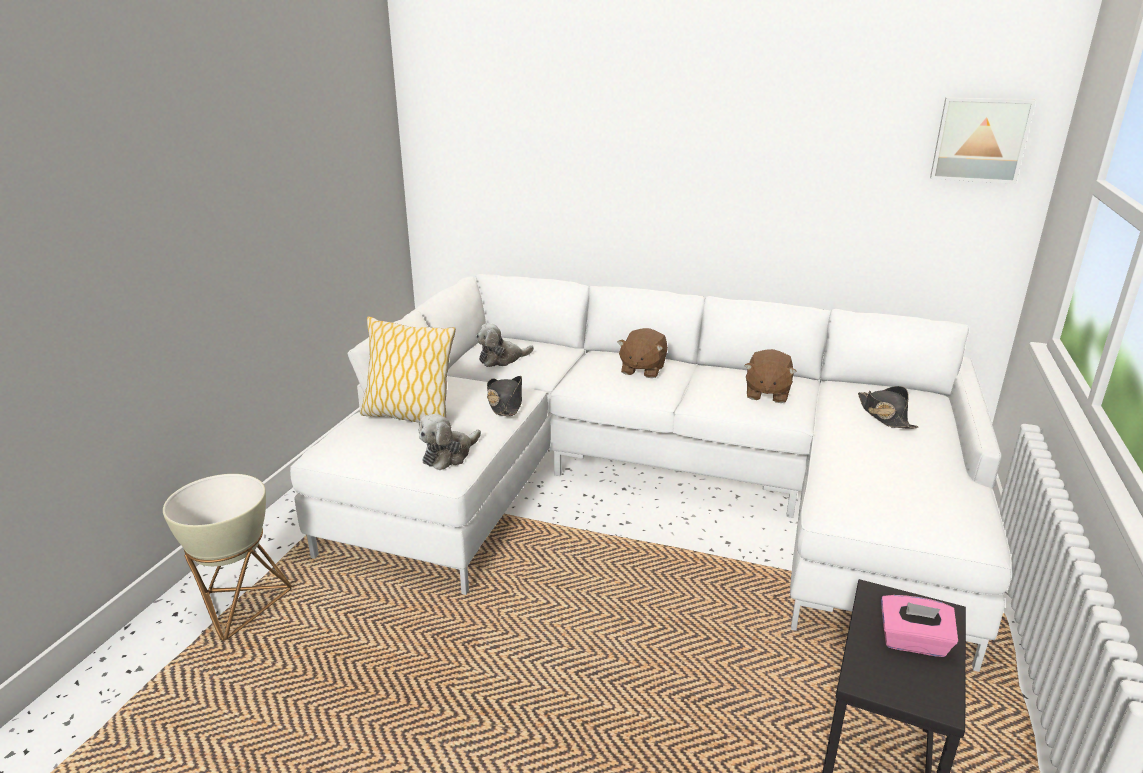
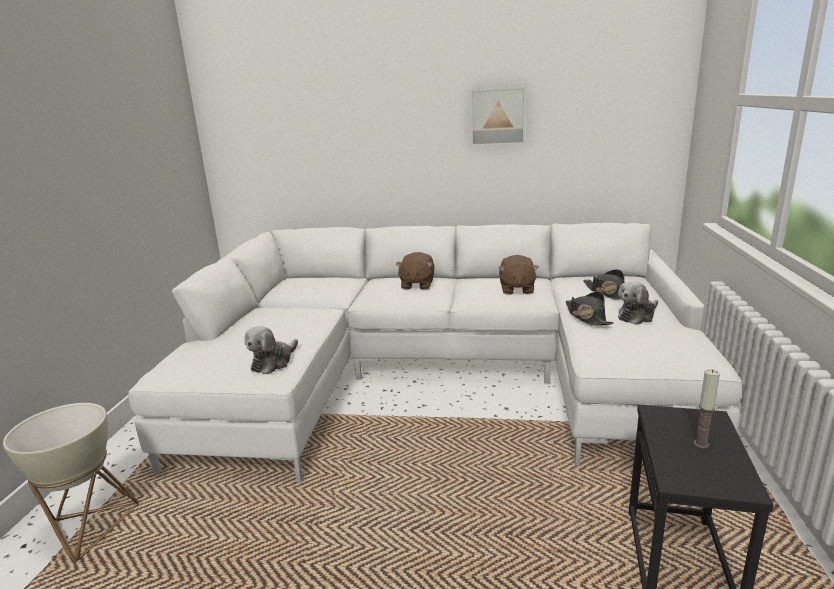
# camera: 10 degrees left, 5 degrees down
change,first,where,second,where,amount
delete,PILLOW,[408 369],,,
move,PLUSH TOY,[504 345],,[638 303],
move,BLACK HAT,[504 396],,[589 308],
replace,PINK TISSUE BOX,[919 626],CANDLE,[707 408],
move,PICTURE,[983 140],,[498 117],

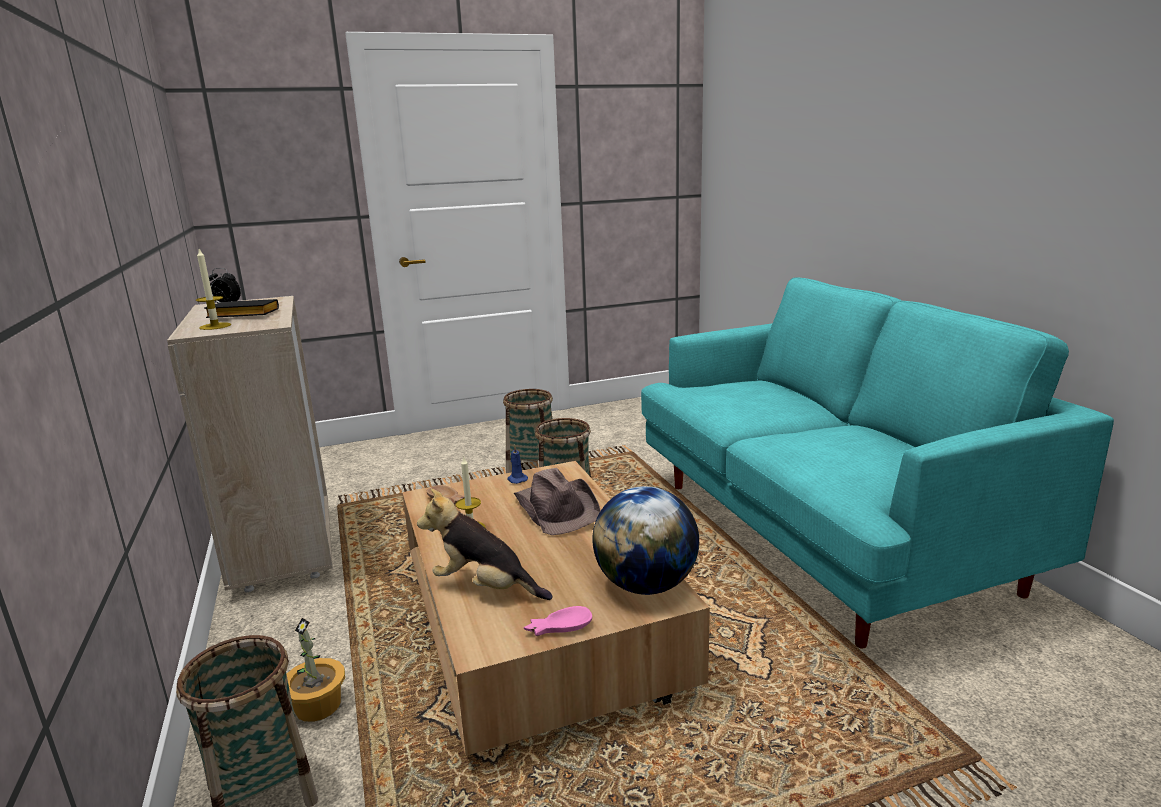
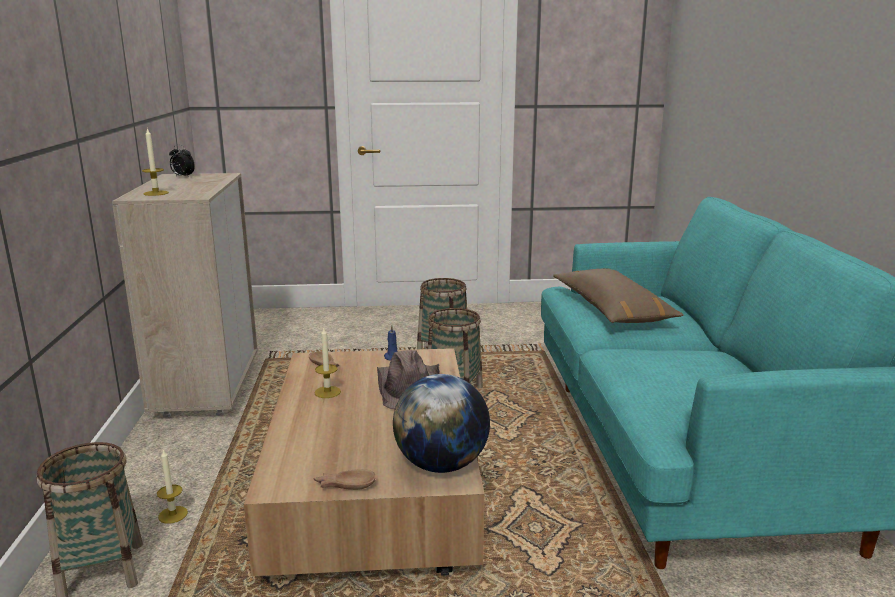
# camera: 15 degrees right, 0 degrees up
change,first,where,second,where,amount
delete,BLACK BOOK,[241 308],,,
replace,POTTED PLANT,[316 670],CANDLE,[172 486],
delete,PLUSH TOY,[485 544],,,
recolor,PINK BOWL,[557 621],BROWN BOWL,[344 479],
insert,,,BROWN PILLOW,[618 295],

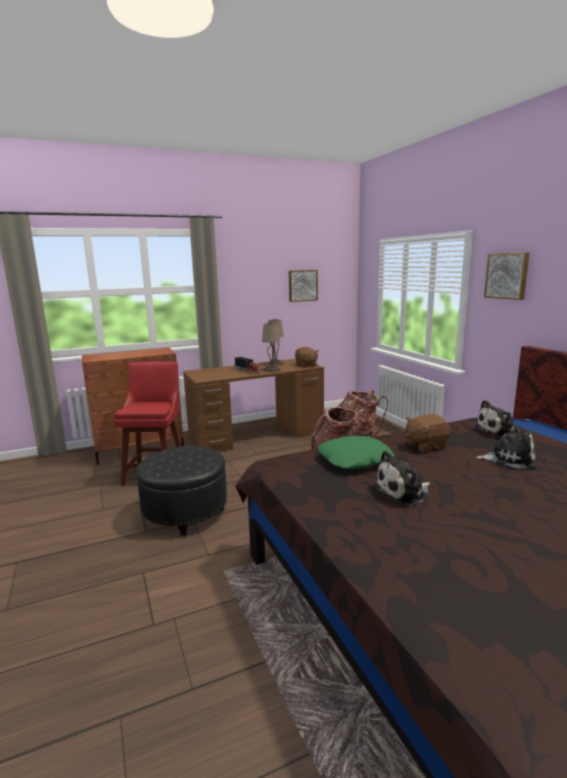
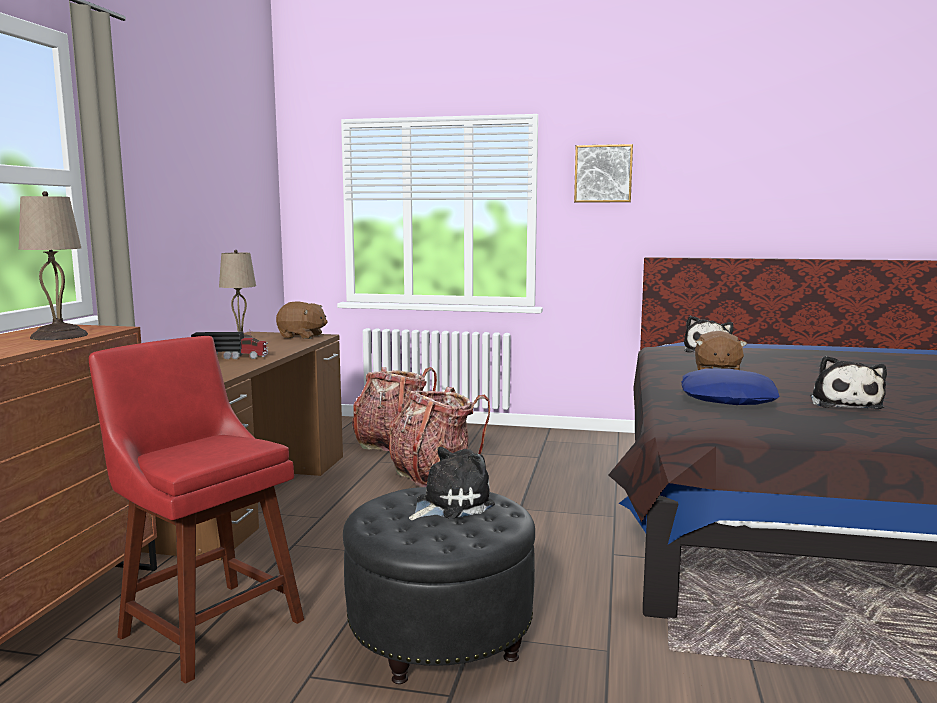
# camera: 55 degrees left, 5 degrees down
change,first,where,second,where,amount
move,BEIGE TABLE LAMP,[271 347],,[53 265],
delete,PICTURE,[303 286],,,
recolor,GREEN PILLOW,[356 452],BLUE PILLOW,[730 387],
move,PLUSH TOY,[506 447],,[452 483],

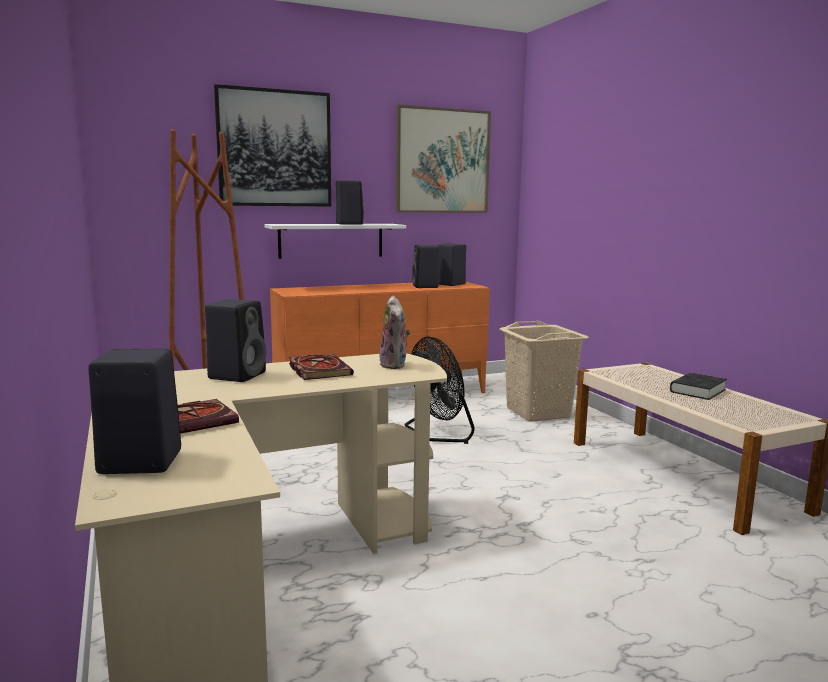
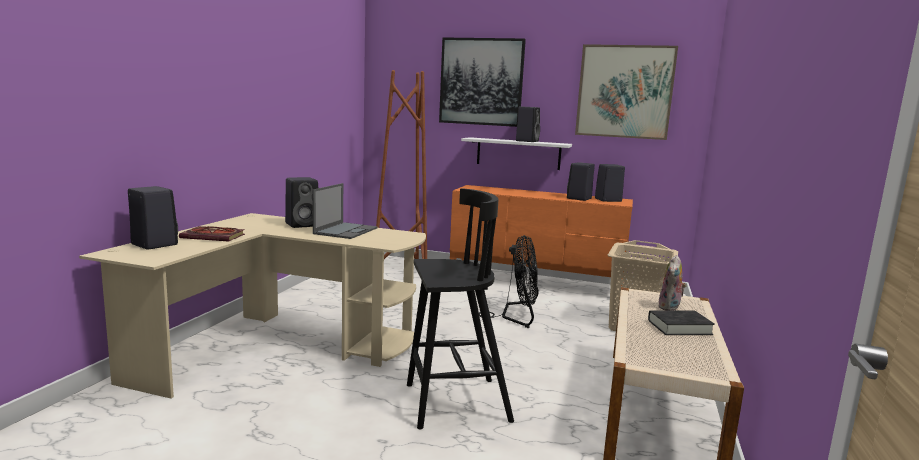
# camera: 40 degrees right, 0 degrees up
change,first,where,second,where,amount
replace,BOOK,[321 367],LAPTOP,[345 211],
move,PLUSH TOY,[395 332],,[672 282],
insert,,,BLACK STOOL,[460 309],

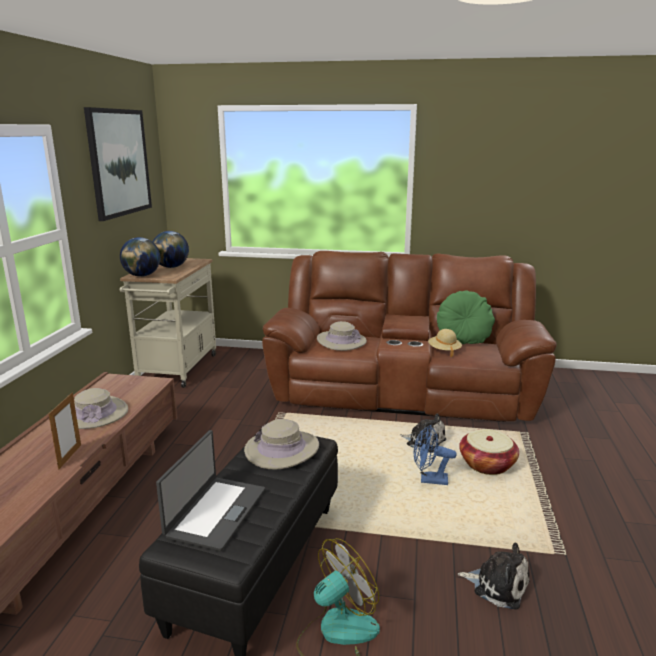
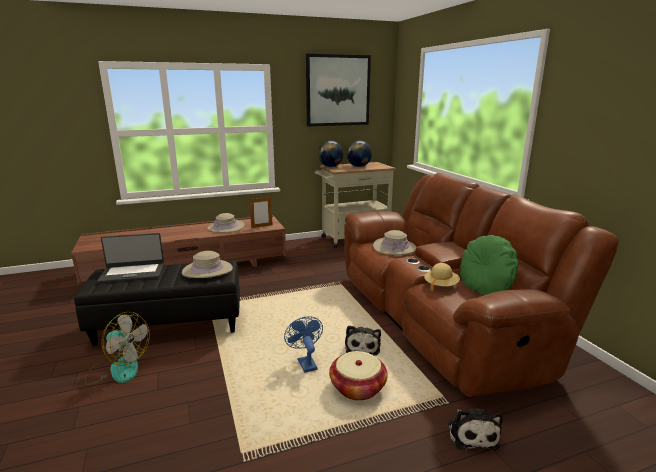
# camera: 60 degrees right, 0 degrees up
change,first,where,second,where,amount
move,PICTURE FRAME,[65 431],,[260 212],
move,PLUSH TOY,[493 576],,[475 429],

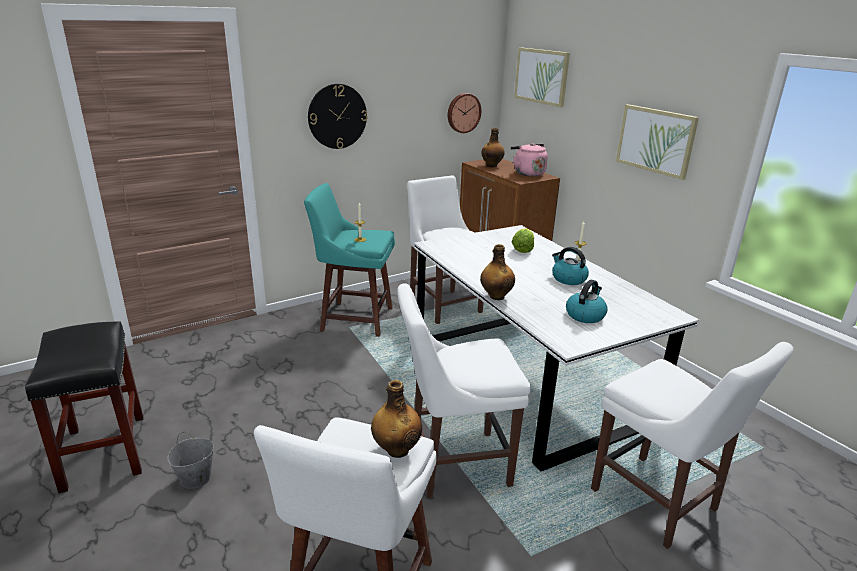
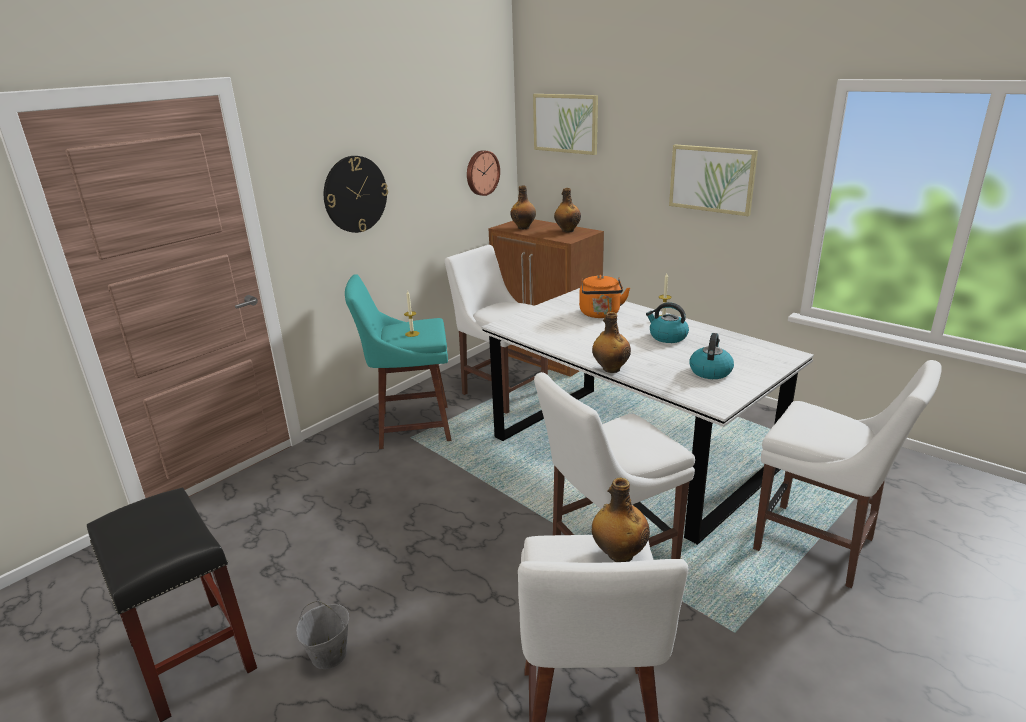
# camera: 15 degrees left, 0 degrees up
change,first,where,second,where,amount
replace,PINK KETTLE,[529 159],BOTTLE,[567 210],
replace,LETTUCE,[523 240],ORANGE KETTLE,[604 296],

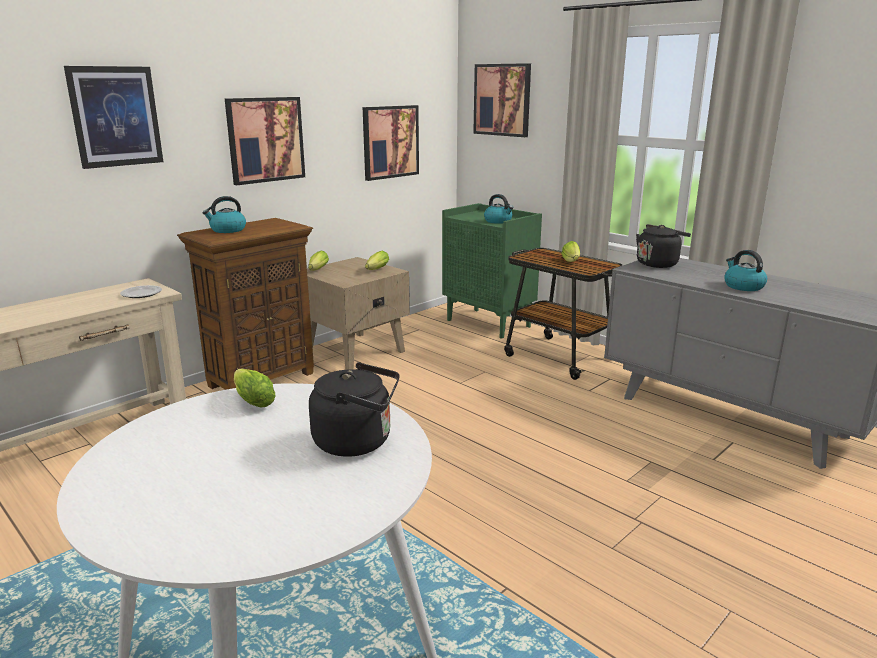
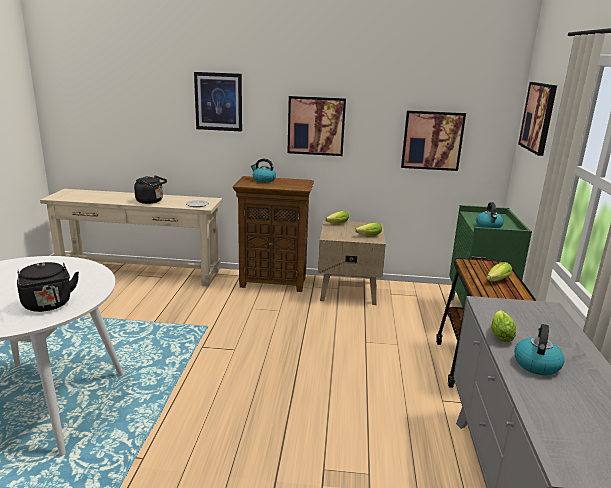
# camera: 50 degrees right, 0 degrees up
change,first,where,second,where,amount
move,LETTUCE,[254 388],,[503 326],
move,BLACK KETTLE,[663 246],,[150 189],

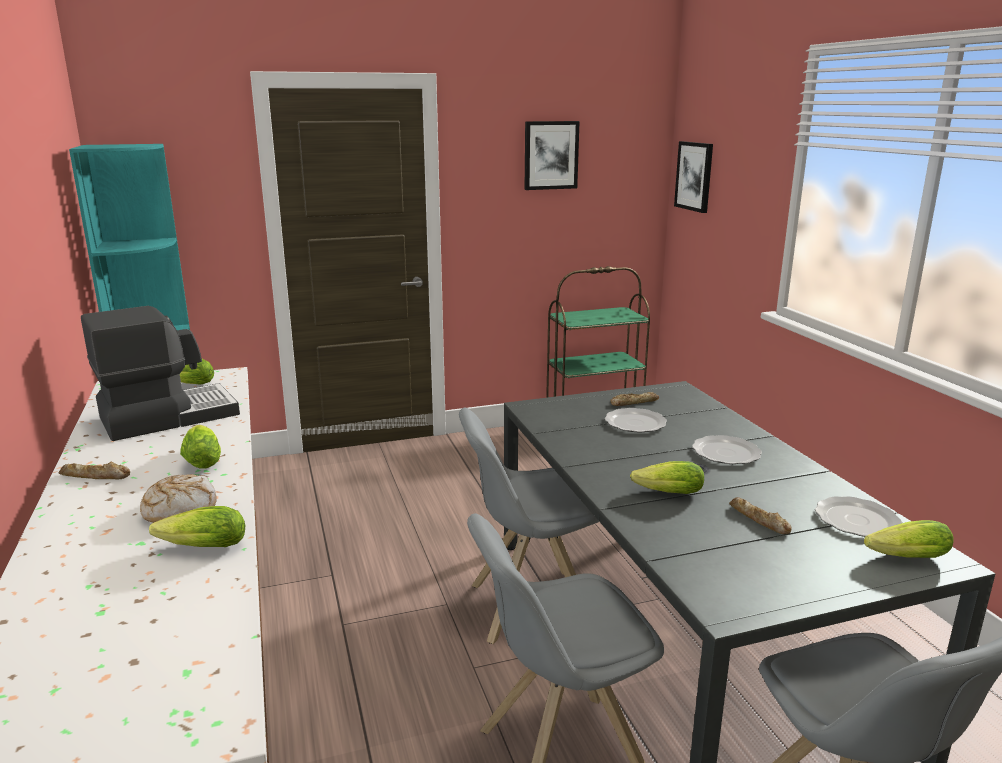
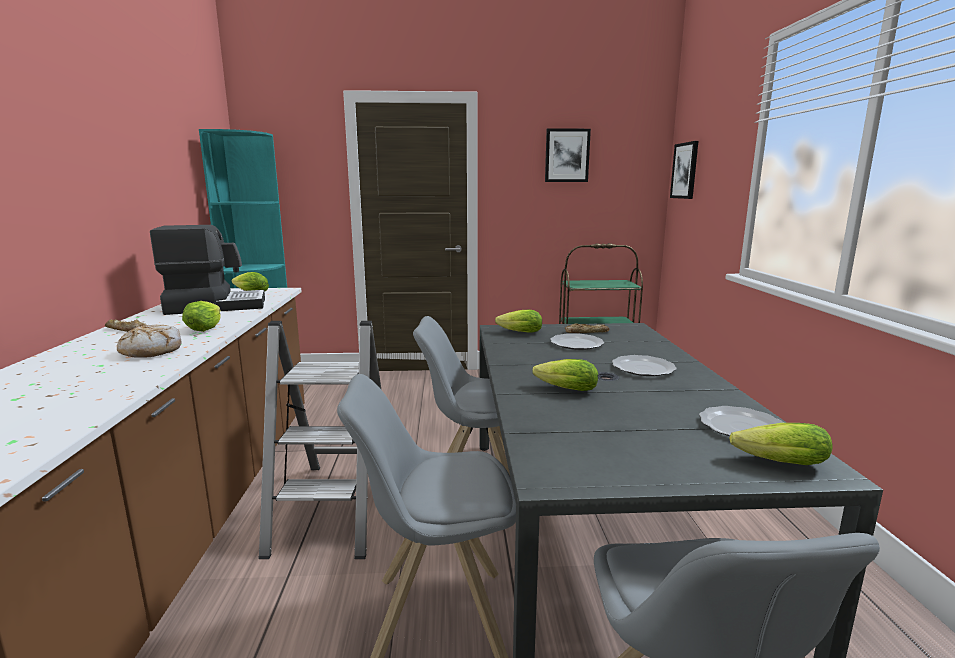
# camera: 15 degrees right, 5 degrees down
change,first,where,second,where,amount
move,LETTUCE,[197 526],,[518 321],
delete,BREAD,[760 515],,,
insert,,,GREY STEP LADDER,[319 440],

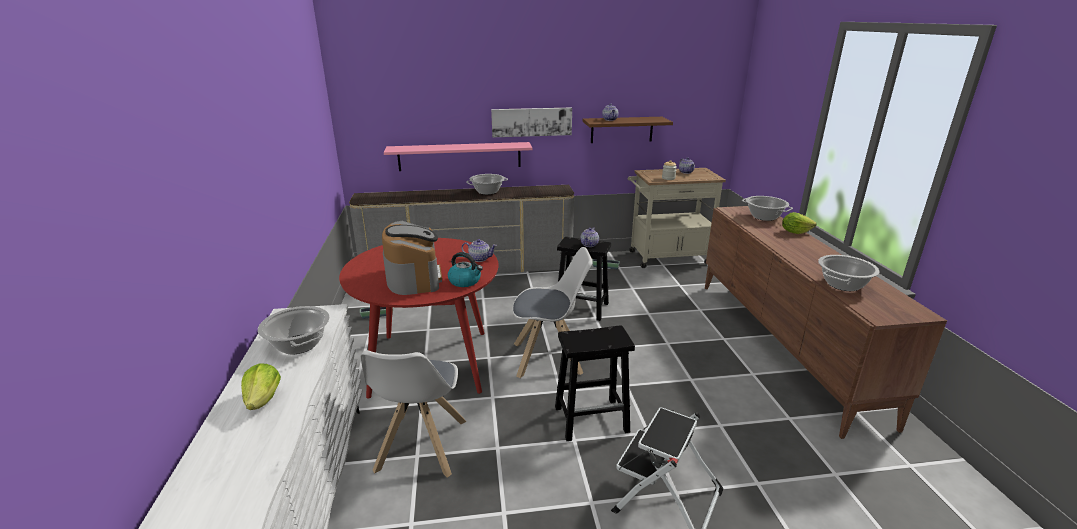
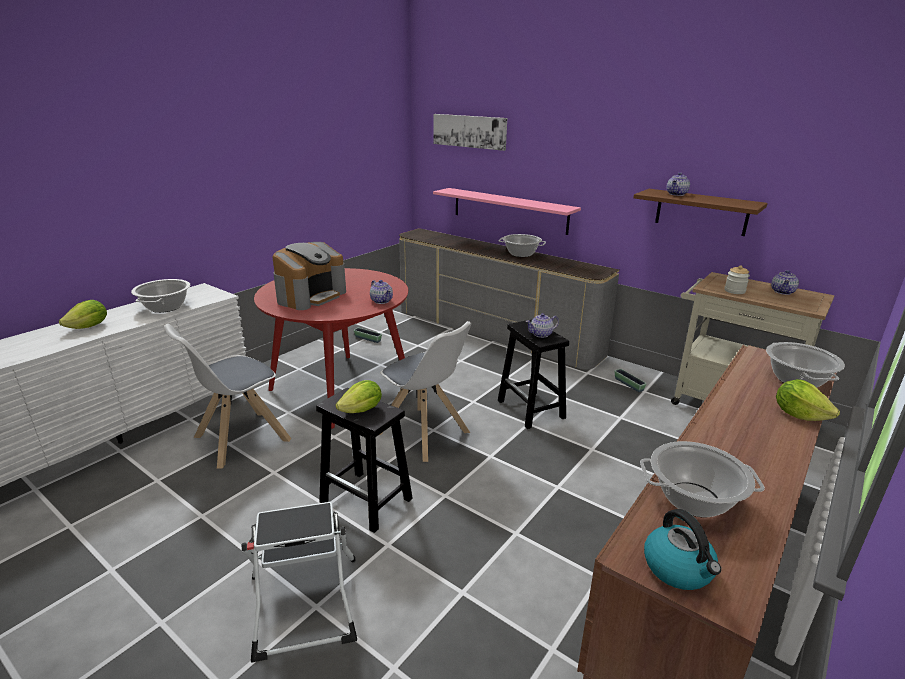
# camera: 45 degrees right, 0 degrees up
change,first,where,second,where,amount
move,KETTLE,[465 269],,[682 549],
move,PICTURE,[531 122],,[470 132],
insert,,,LETTUCE,[358 396],

